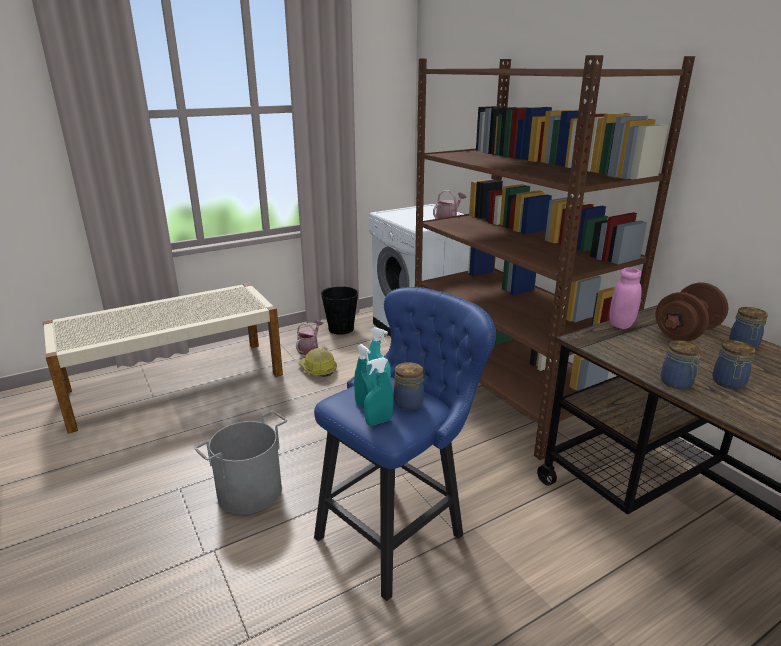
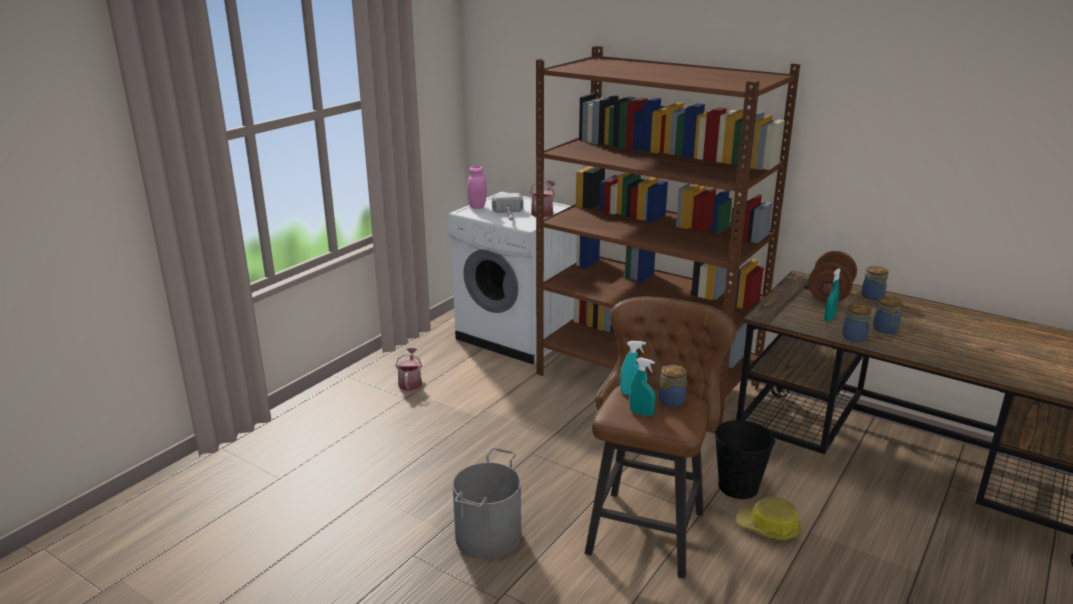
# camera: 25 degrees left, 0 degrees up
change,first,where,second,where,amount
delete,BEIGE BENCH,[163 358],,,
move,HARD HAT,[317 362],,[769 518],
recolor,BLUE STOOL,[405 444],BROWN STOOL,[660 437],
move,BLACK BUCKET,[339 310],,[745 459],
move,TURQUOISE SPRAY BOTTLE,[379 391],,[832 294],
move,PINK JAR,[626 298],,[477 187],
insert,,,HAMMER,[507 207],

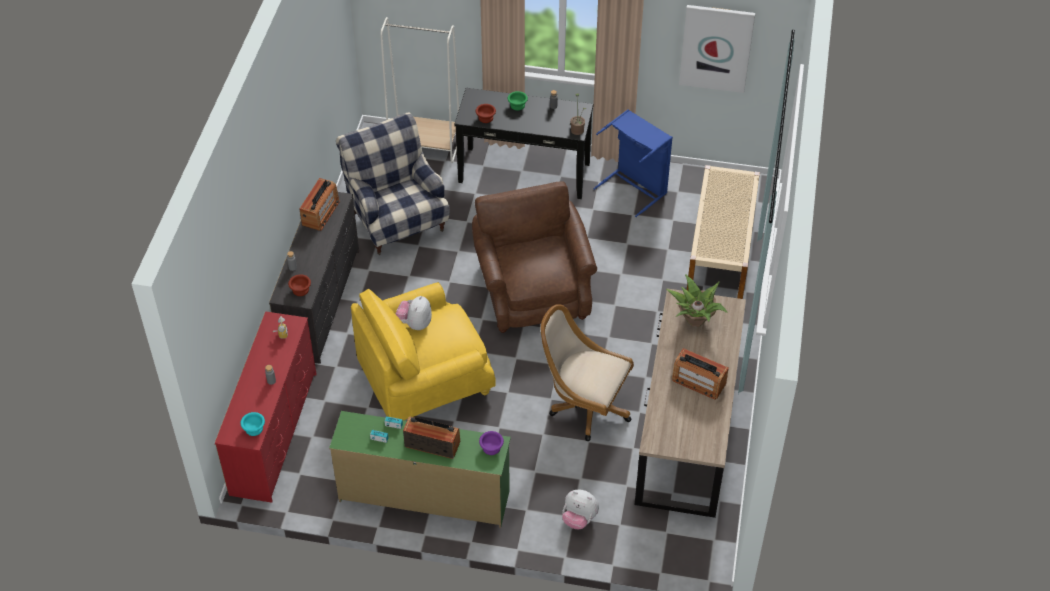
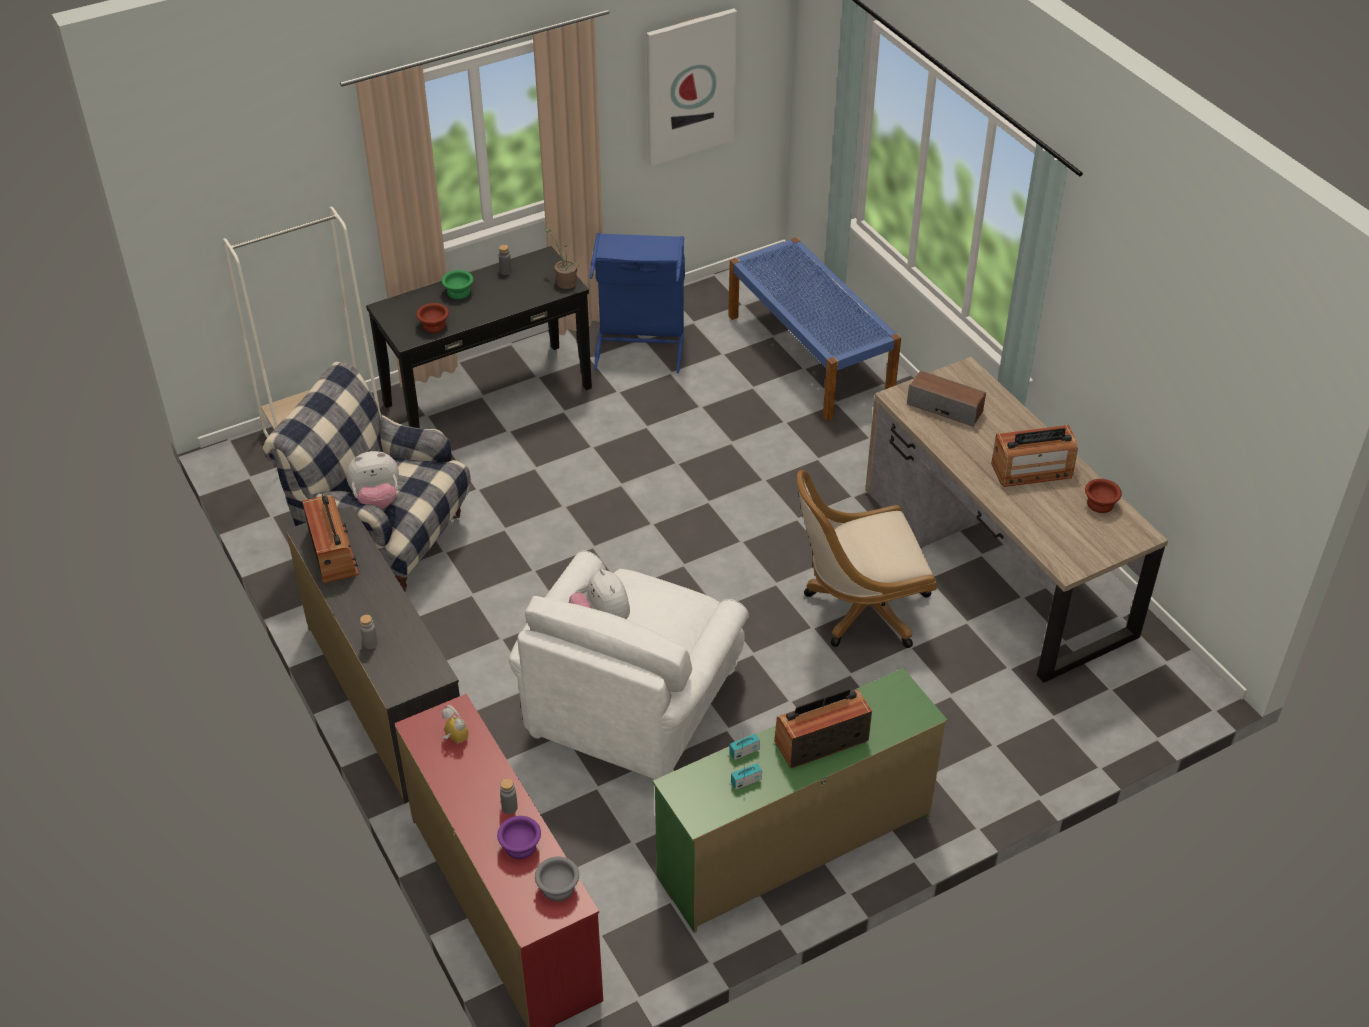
# camera: 40 degrees left, 5 degrees down
change,first,where,second,where,amount
recolor,TURQUOISE BOWL,[252 424],GREY BOWL,[557 879],
move,BROWN BOWL,[299 285],,[1103 496],
recolor,YELLOW ARMCHAIR,[423 351],WHITE ARMCHAIR,[629 665],
delete,BROWN ARMCHAIR,[534 257],,,
move,PURPLE BOWL,[491 443],,[519 837],
move,PLUSH TOY,[580 509],,[372 480],
replace,POTTED PLANT,[697 300],SPEAKER,[946 398],
recolor,BEIGE BENCH,[723 232],BLUE BENCH,[814 329],

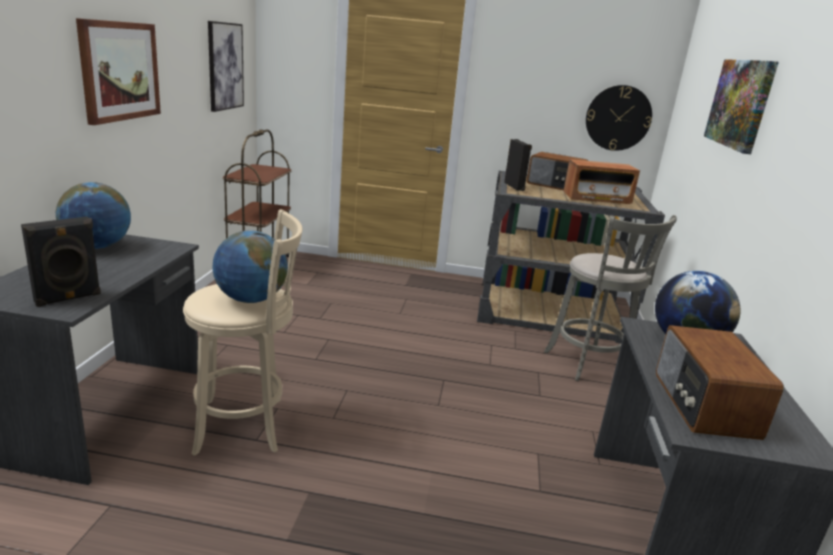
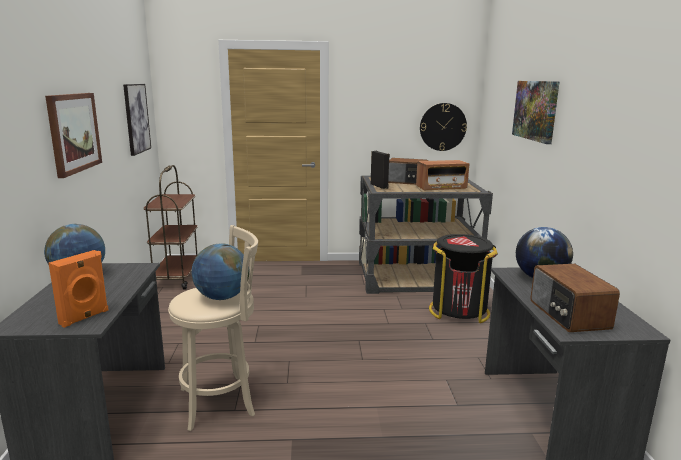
# camera: 10 degrees left, 5 degrees down
change,first,where,second,where,amount
recolor,BLACK SPEAKER,[61 262],ORANGE SPEAKER,[78 289],
replace,GREY STOOL,[610 298],BLACK TRASH CAN,[463 278],

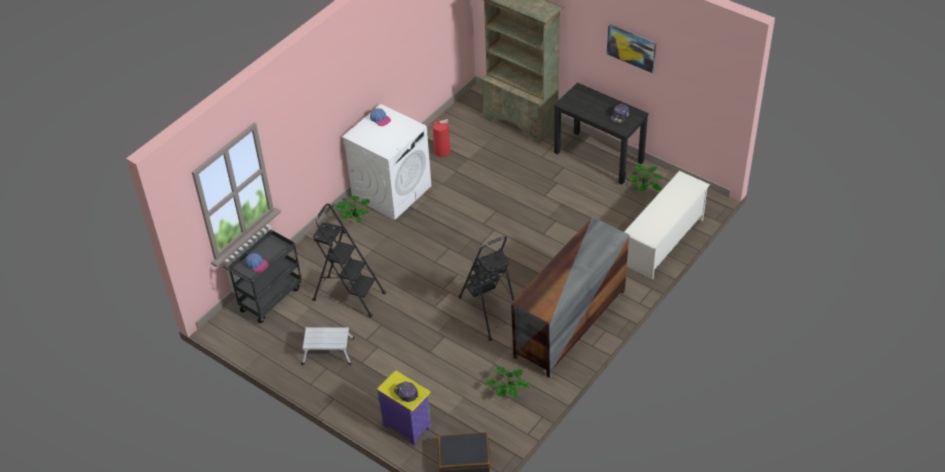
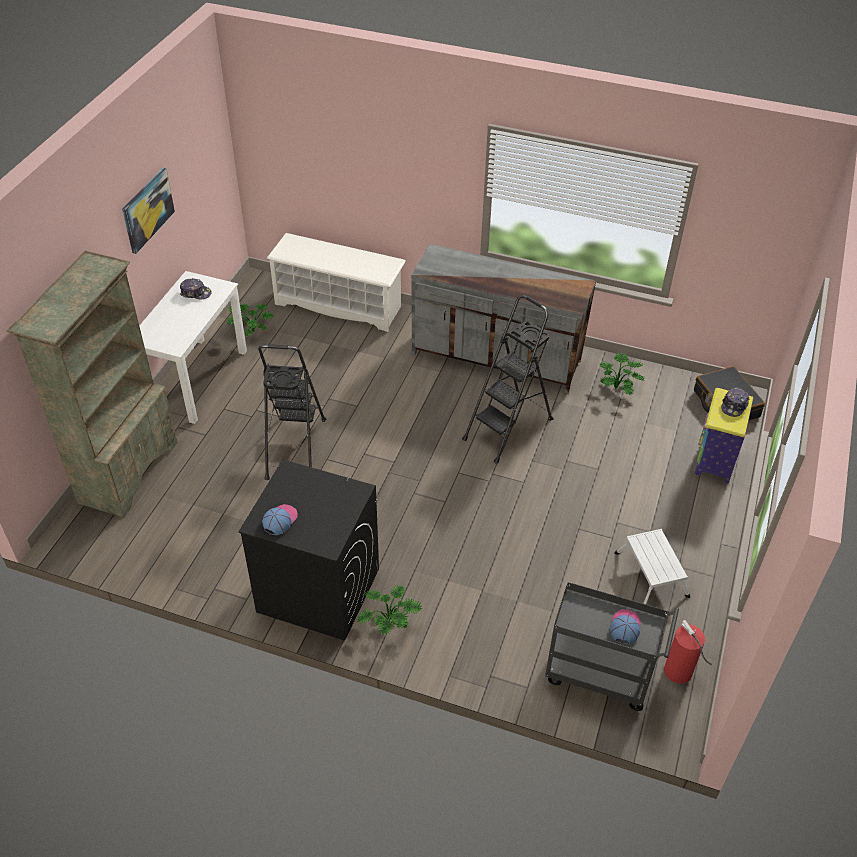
# camera: 110 degrees left, 0 degrees up
change,first,where,second,where,amount
move,STEP LADDER,[349 260],,[292 412],
recolor,WHITE WASHING MACHINE,[386 162],BLACK WASHING MACHINE,[308 550],
move,FIRE EXTINGUISHER,[439 138],,[688 652],
recolor,BLACK DESK,[601 134],WHITE DESK,[193 347],

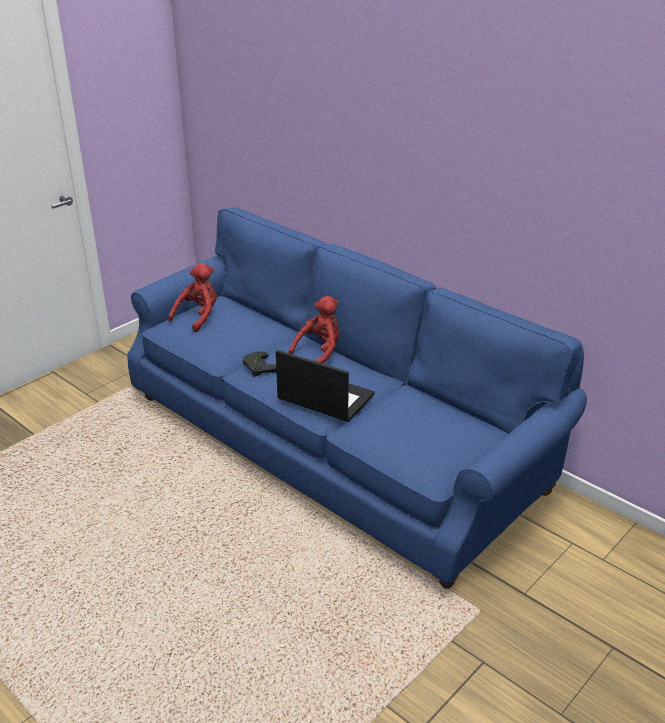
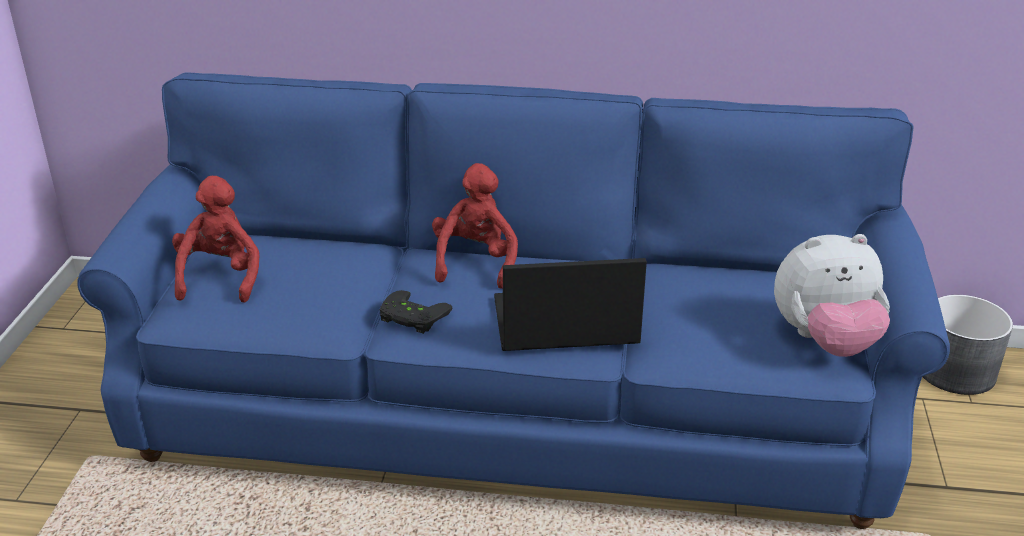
# camera: 35 degrees left, 0 degrees up
change,first,where,second,where,amount
insert,,,PLUSH TOY,[832 295],
insert,,,GREY PLANTER,[968 345],

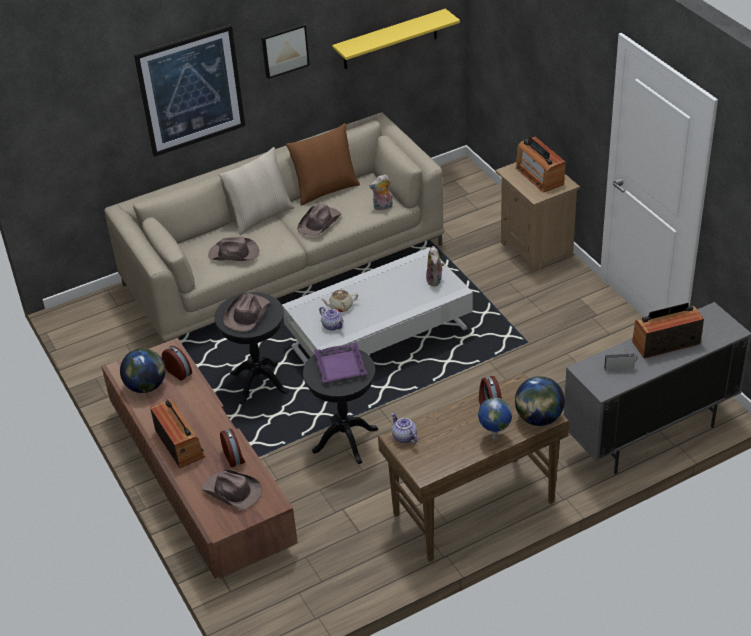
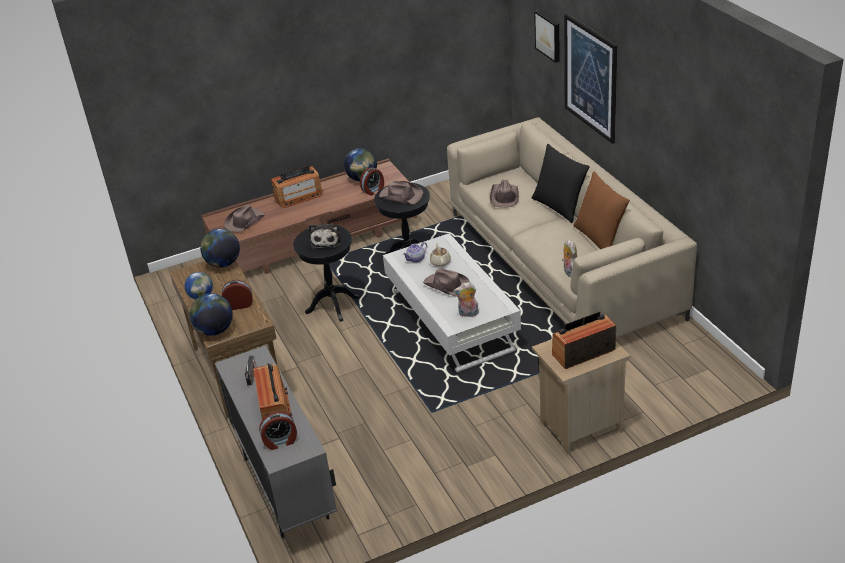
# camera: 95 degrees right, 5 degrees down
change,first,where,second,where,amount
recolor,BEIGE PILLOW,[256 191],BLACK PILLOW,[561 183],
move,ALARM CLOCK,[232 447],,[278 430],
move,PICTURE,[285 51],,[547 36],
move,BROWN HAT,[319 219],,[446 282],
replace,PURPLE TRAY,[340 362],PLUSH TOY,[324 236],
delete,YELLOW SHELF,[396 39],,,
replace,TEAPOT,[404 428],GLOBE,[220 248],

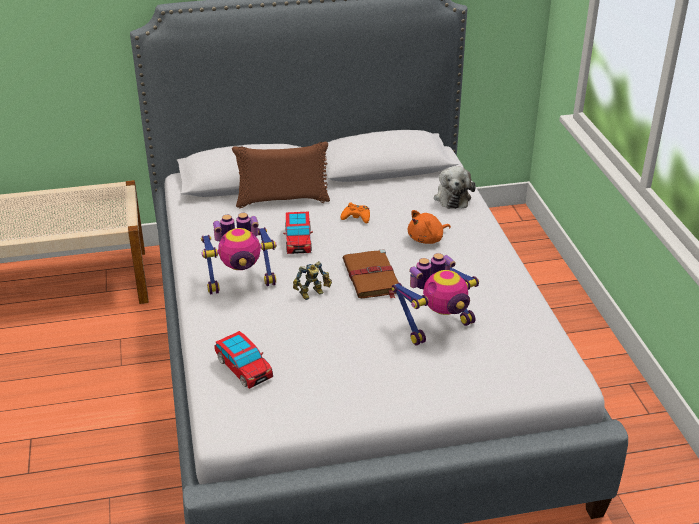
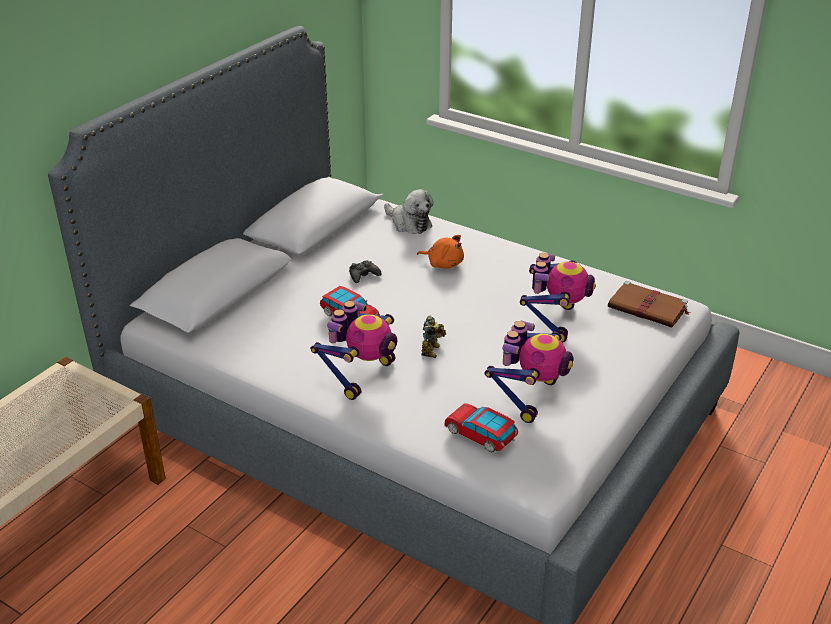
# camera: 45 degrees left, 0 degrees up
change,first,where,second,where,amount
rotate,TOY CAR,[243 360],,[481 427],150 degrees counterclockwise
delete,BROWN PILLOW,[281 175],,,
recolor,ORANGE GAME CONTROLLER,[355 213],BLACK GAME CONTROLLER,[365 271],
move,BROWN BOOK,[371 273],,[649 304],
rotate,ORANGE PLUSH TOY,[429 227],,[440 252],75 degrees counterclockwise
insert,,,TOY ROBOT,[528 371],

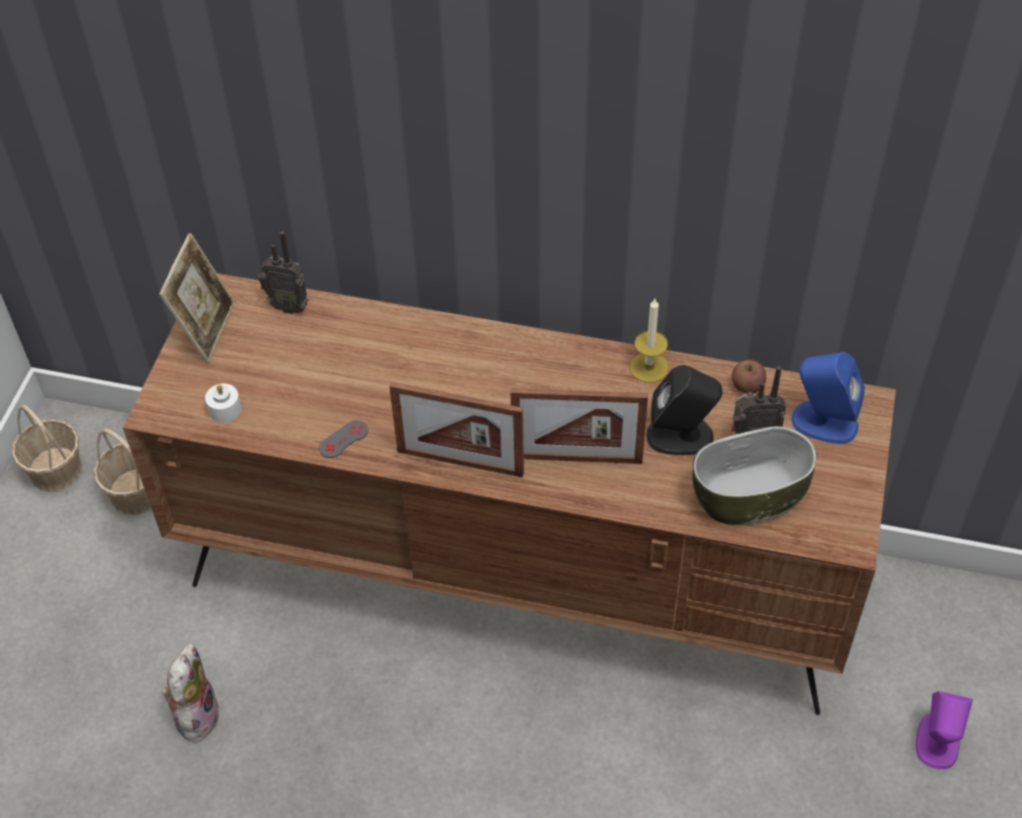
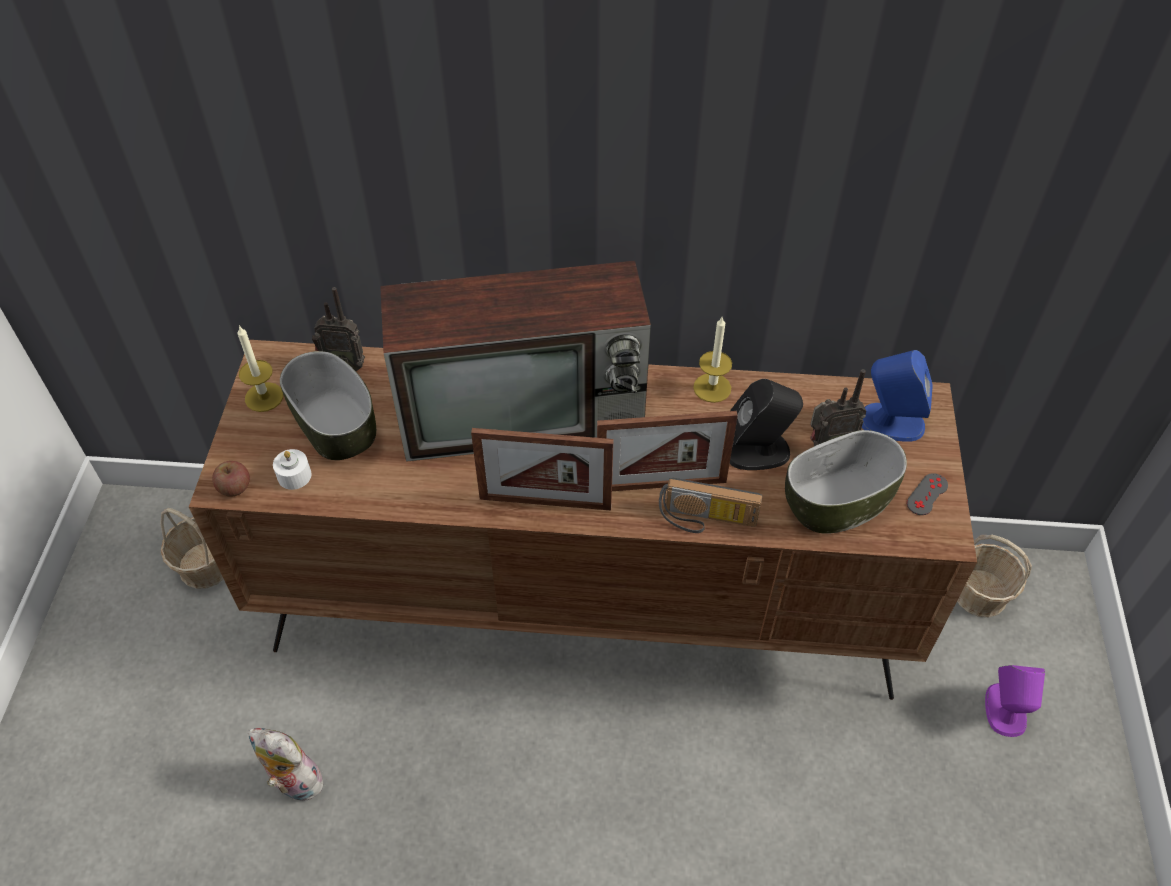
# camera: 10 degrees left, 0 degrees up
change,first,where,second,where,amount
move,BASKET,[47 448],,[994 576],
replace,PICTURE FRAME,[197 298],CANDLE,[260 368],
rotate,PLUSH TOY,[190 694],,[285 765],60 degrees counterclockwise
move,GREY GAME CONTROLLER,[343 439],,[927 494],
move,APPLE,[749 377],,[231 479],
insert,,,BOWL,[328 405],
insert,,,TELEVISION,[515 361],
insert,,,RADIO,[710 505],

